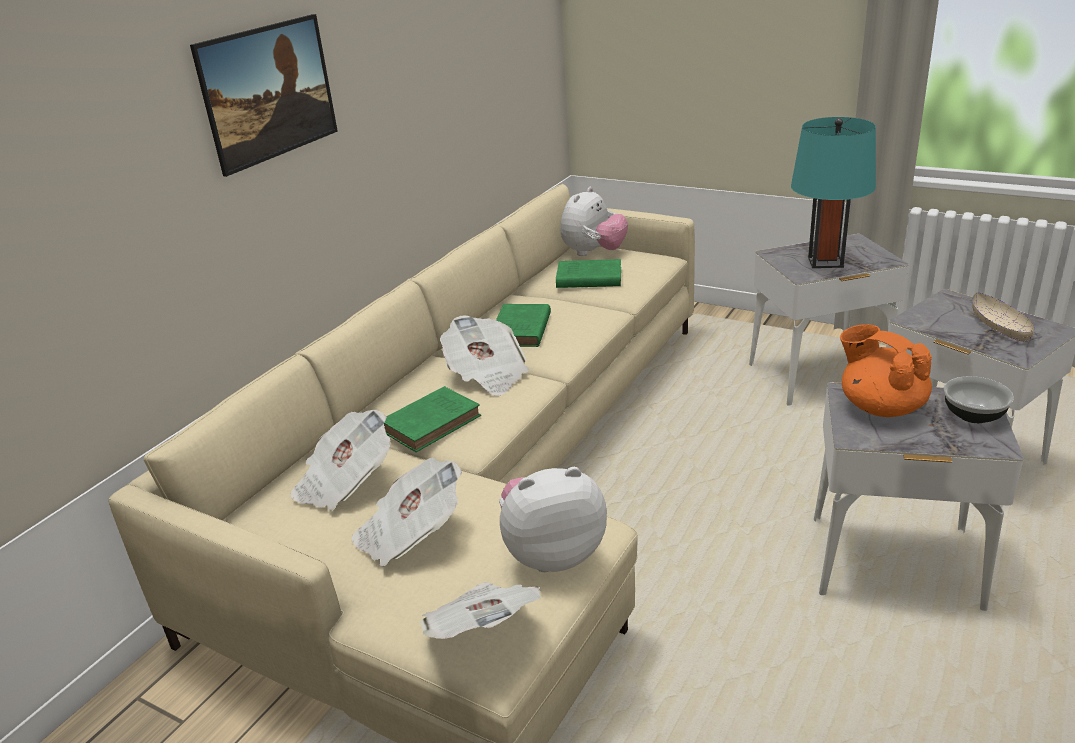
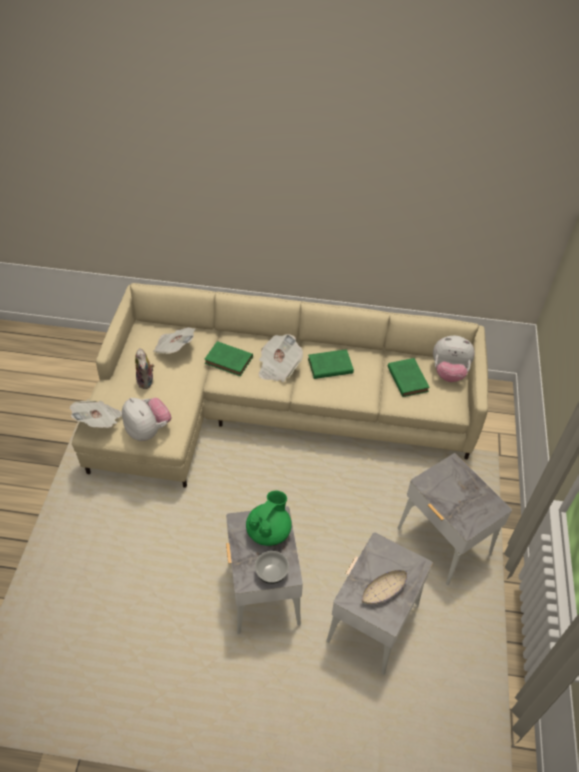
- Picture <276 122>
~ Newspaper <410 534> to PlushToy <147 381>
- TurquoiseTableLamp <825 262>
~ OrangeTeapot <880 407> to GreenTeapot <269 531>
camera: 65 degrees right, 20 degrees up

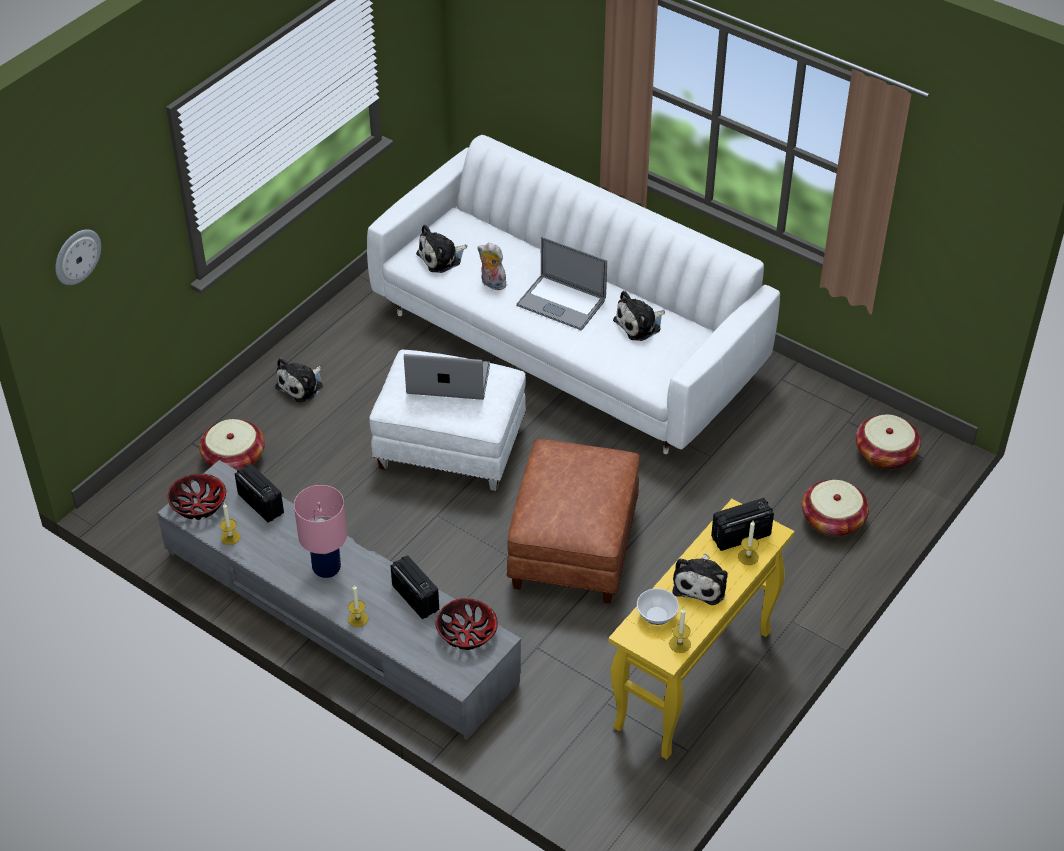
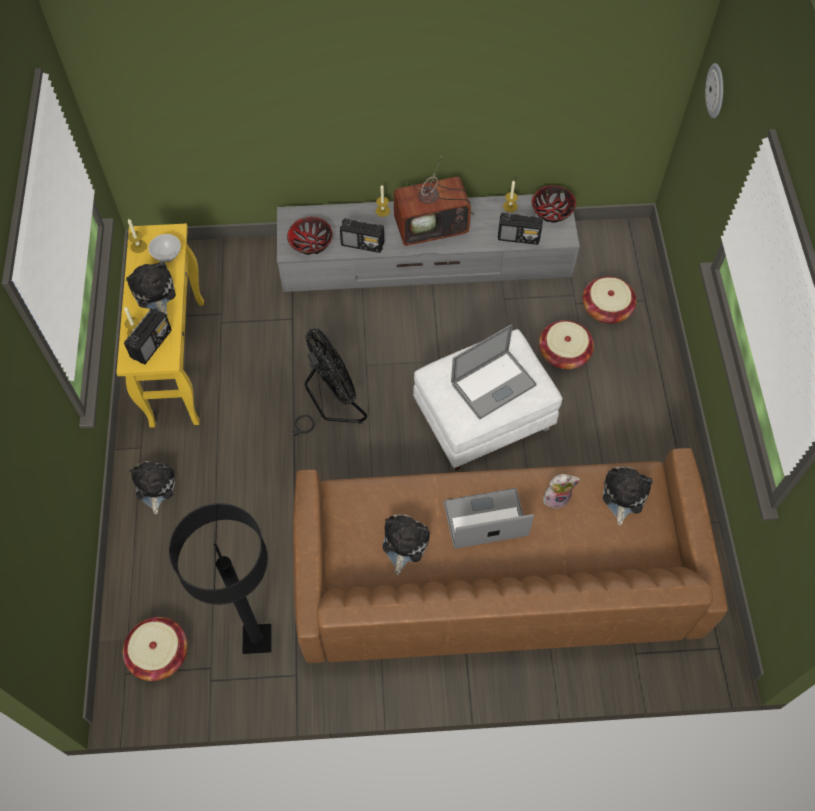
~ PlushToy <302 385> to <154 487>
~ PinkTableLamp <326 569> to Television <432 225>
~ WhiteSofa <567 344> to BrownSofa <494 578>
~ BrownOttoman <574 549> to BlackFan <327 399>
~ Basket <832 520> to <564 353>
+ BlackFloorLamp <257 639>
camera: 140 degrees right, 15 degrees up

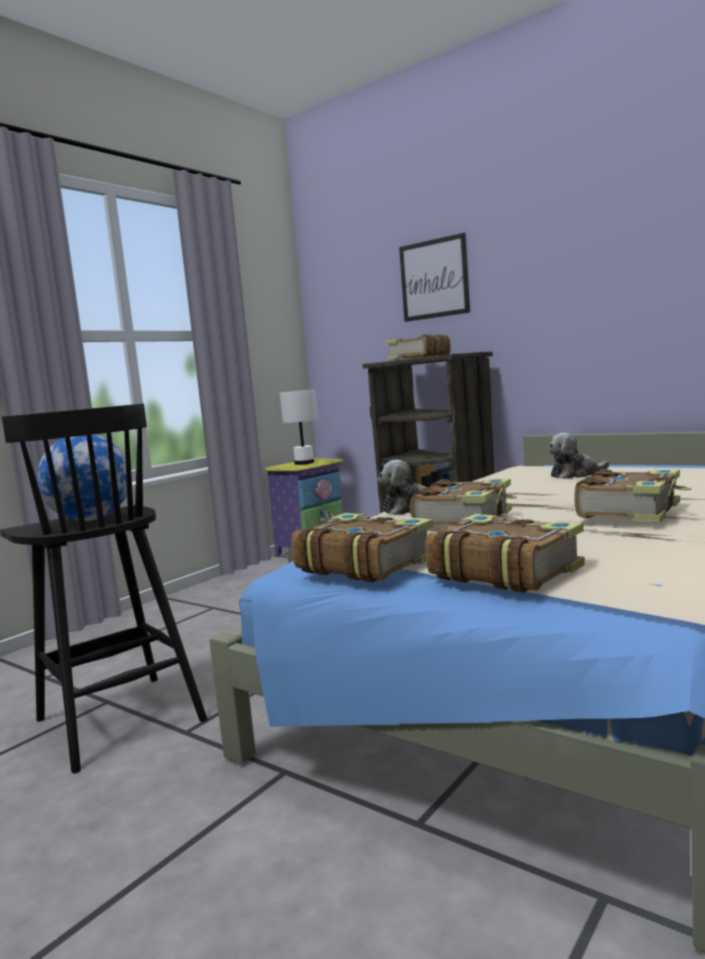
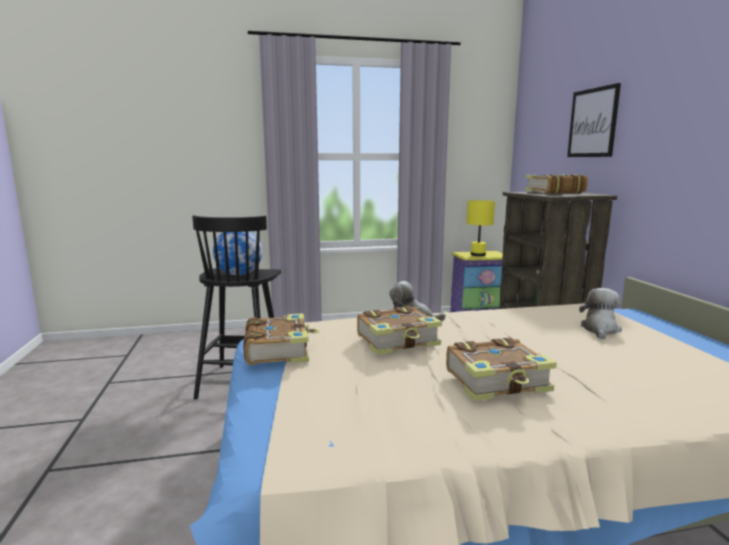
~ WhiteTableLamp <304 463> to YellowTableLamp <477 254>
- Book <504 571>
~ PlushToy <576 475> = <600 329> 90 degrees clockwise
camera: 40 degrees right, 5 degrees up

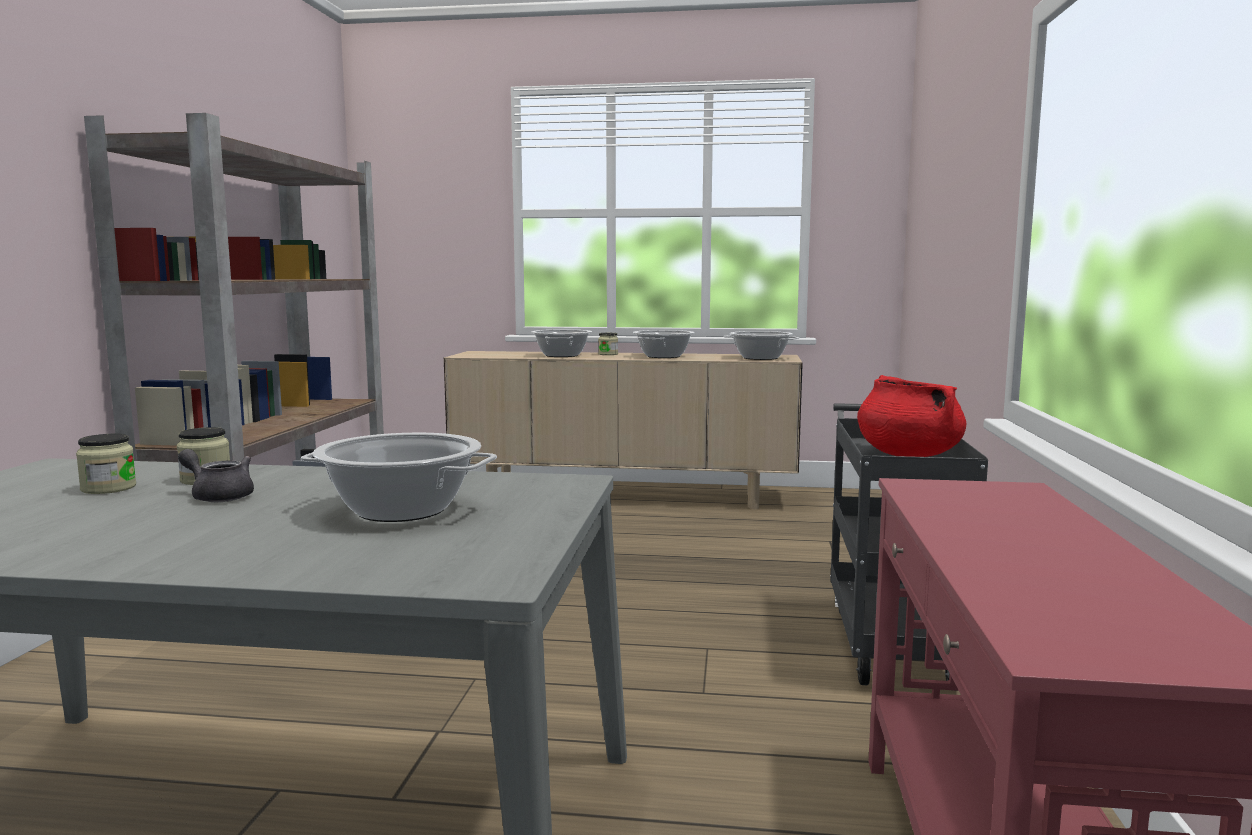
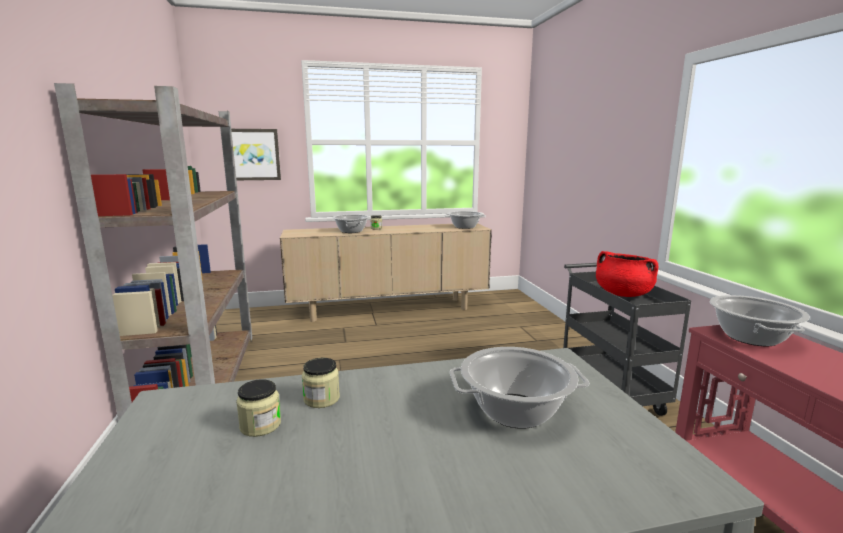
- GreyTeapot <218 496>
~ CookingPot <663 356> to <750 337>
+ Picture <253 154>
camera: 20 degrees left, 5 degrees up

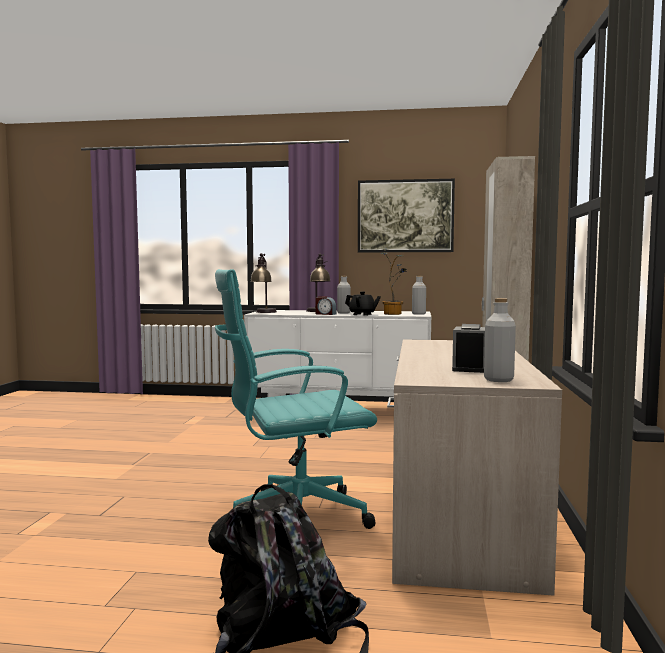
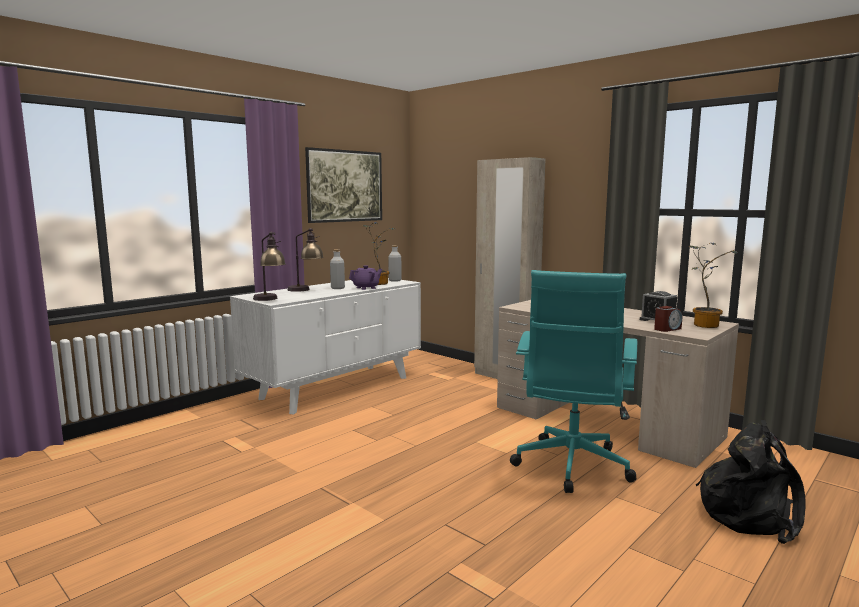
~ AlarmClock <325 314> to <667 329>
~ BlackTeapot <362 314> to PurpleTeapot <366 288>
~ GreyBottle <498 380> to PottedPlant <704 324>
camera: 55 degrees left, 5 degrees up

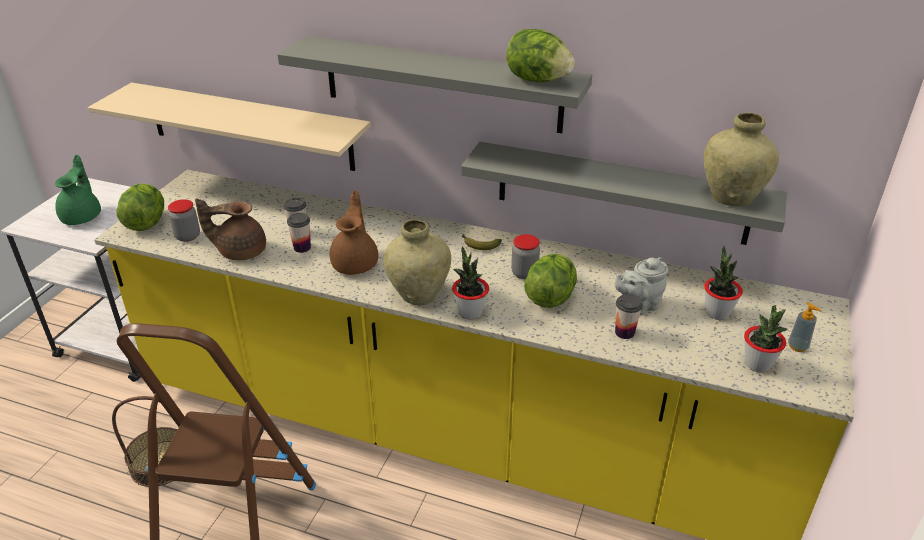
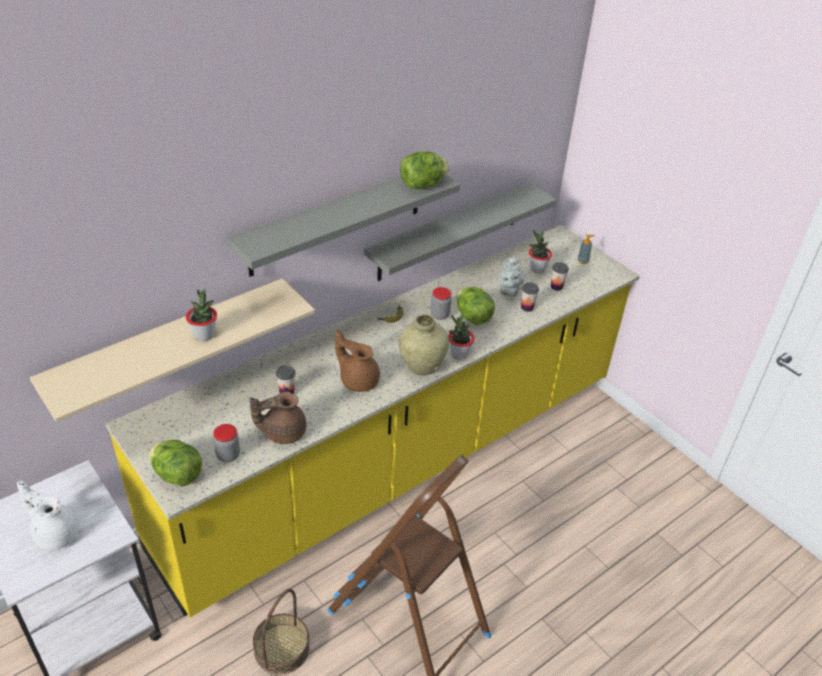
~ GreenTeapot <83 216> to WhiteTeapot <55 533>
~ BrownTeapot <240 251> = <282 432> 45 degrees clockwise
~ Cup <302 247> to <556 287>
- BeigeVase <731 198>
~ PottedPlant <757 364> to <204 335>
camera: 60 degrees left, 5 degrees up

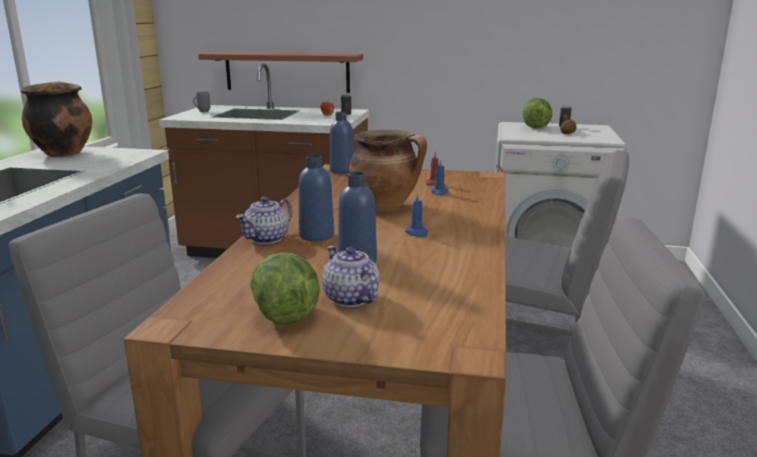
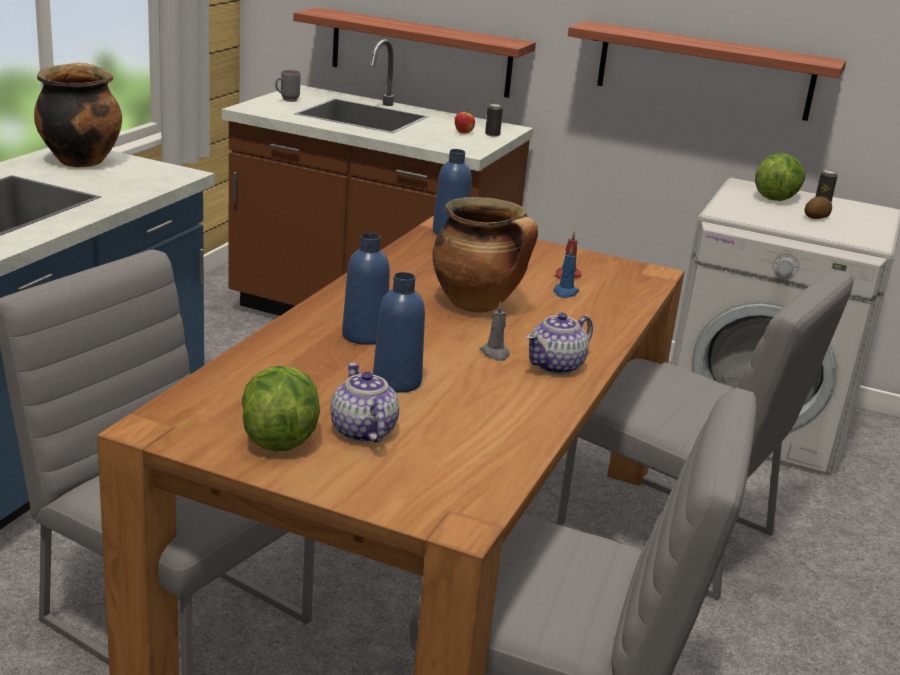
~ Teapot <267 238> to <556 366>
~ BlueCandle <417 233> to GreyCandle <495 353>
+ Shelf <704 71>
camera: 10 degrees right, 5 degrees up

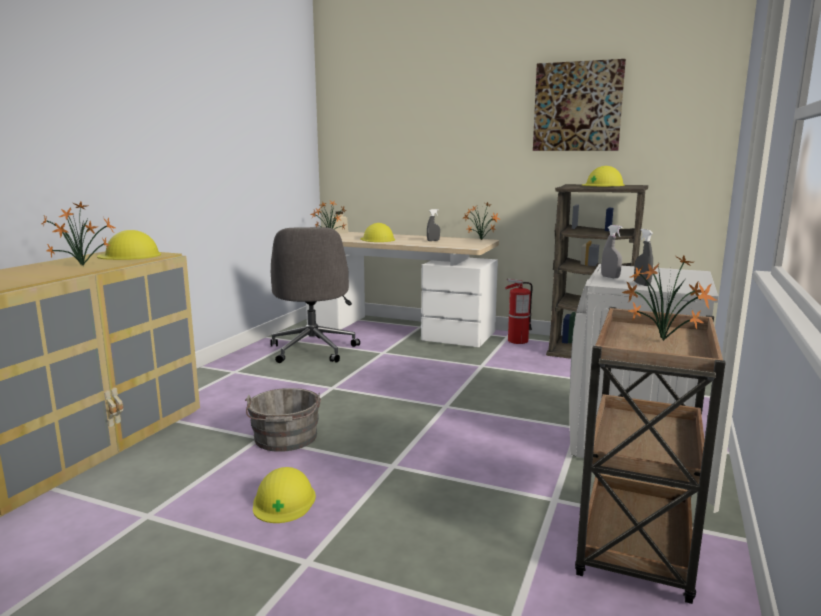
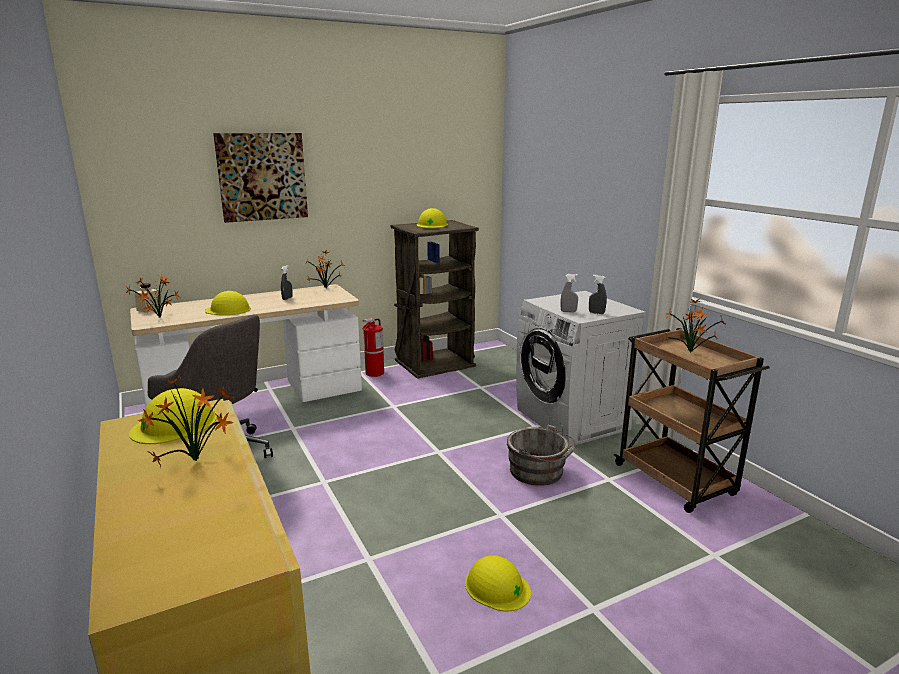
~ GreyBucket <285 439> to <539 472>
~ Picture <577 107> to <262 177>
camera: 50 degrees left, 5 degrees up

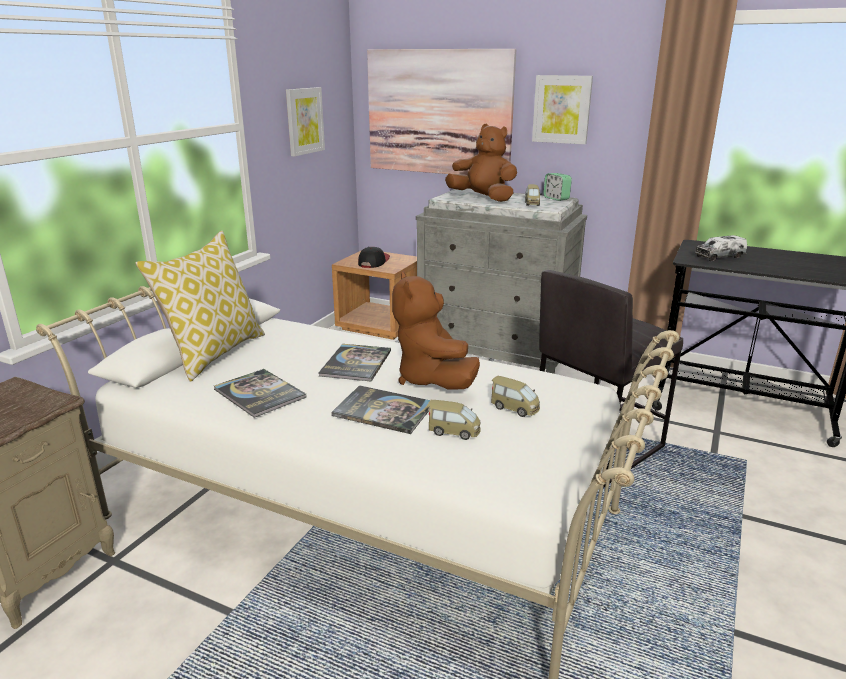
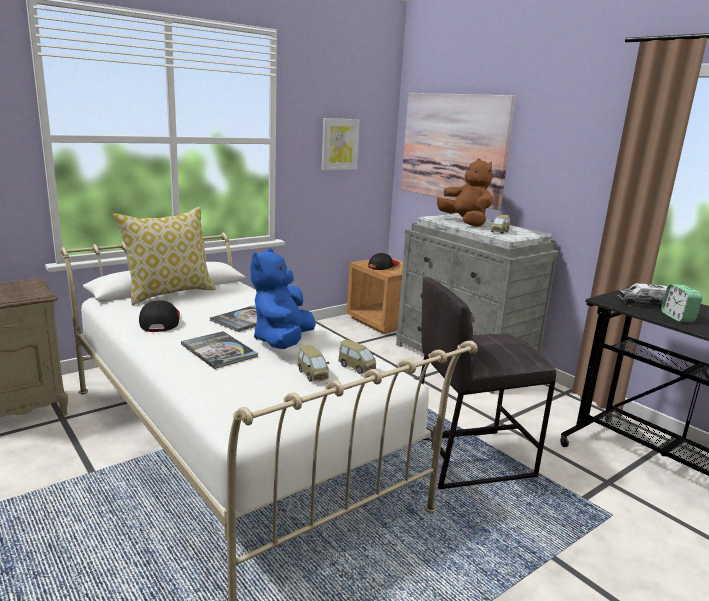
~ Book <259 394> to Cap <159 321>
~ BrownPlushToy <432 379> to BluePlushToy <282 341>
~ ToyCar <454 431> to <357 367>
- Picture <562 109>
~ AlarmClock <556 198> to <677 317>
camera: 25 degrees right, 5 degrees down

